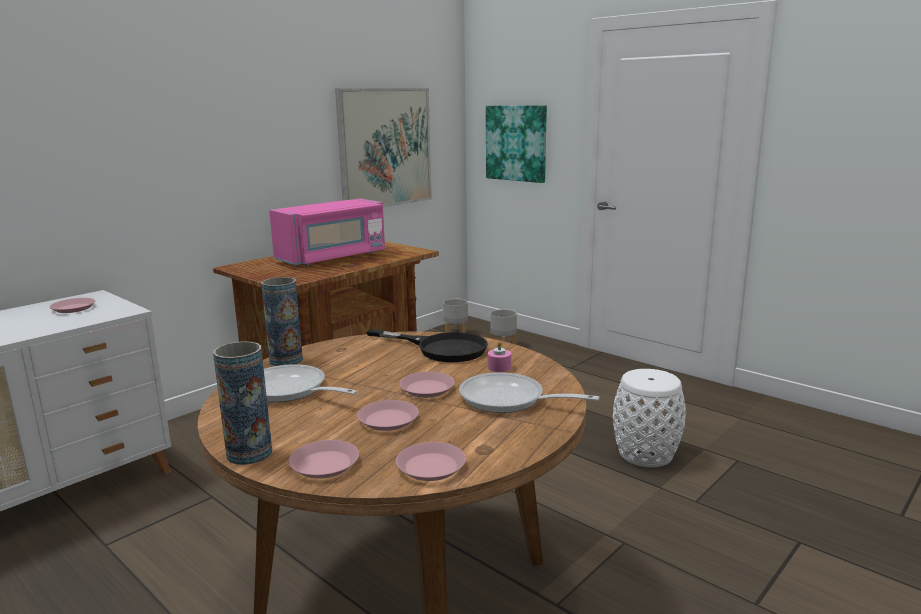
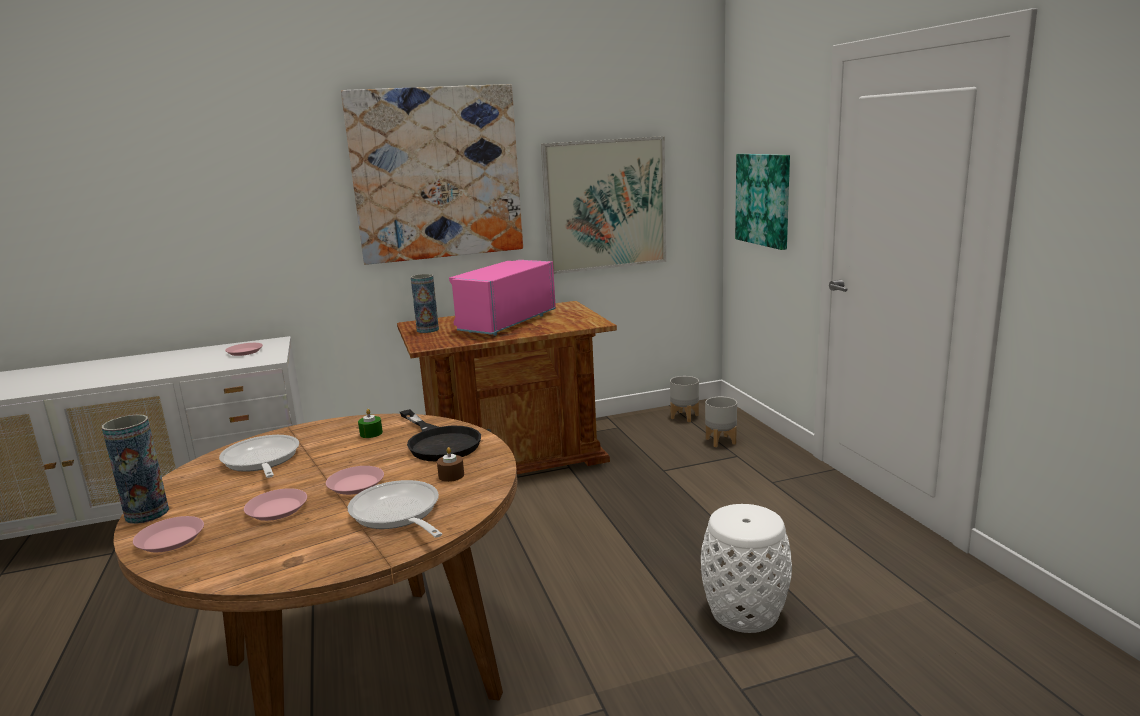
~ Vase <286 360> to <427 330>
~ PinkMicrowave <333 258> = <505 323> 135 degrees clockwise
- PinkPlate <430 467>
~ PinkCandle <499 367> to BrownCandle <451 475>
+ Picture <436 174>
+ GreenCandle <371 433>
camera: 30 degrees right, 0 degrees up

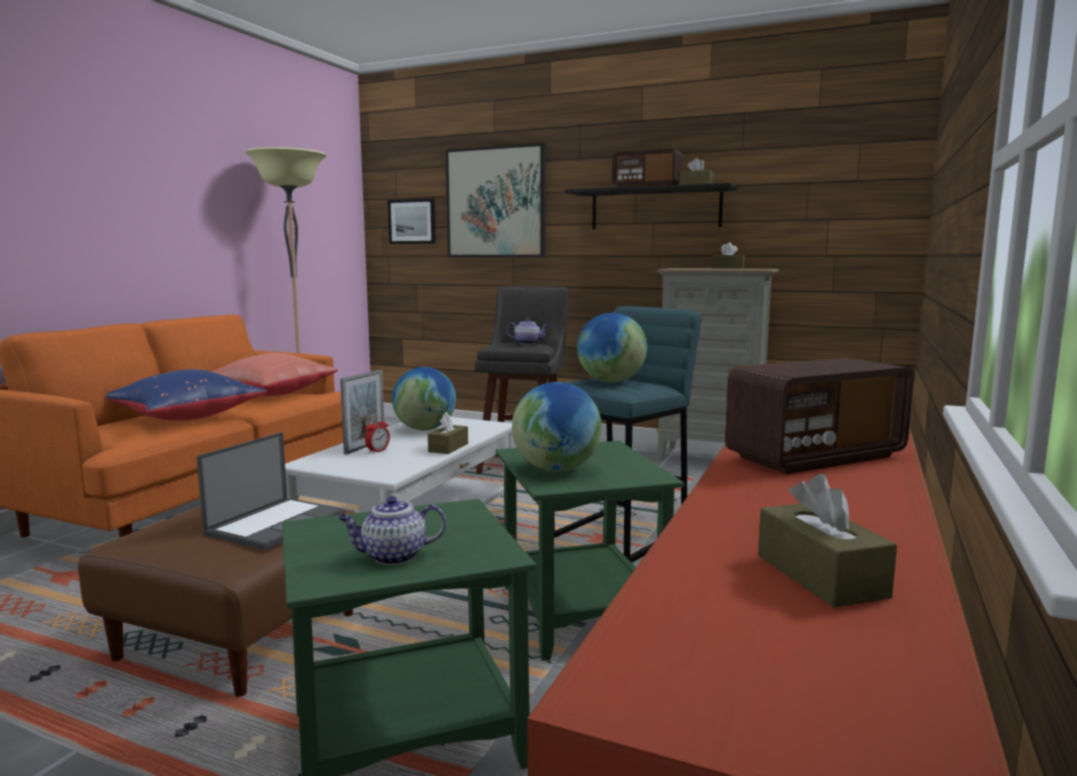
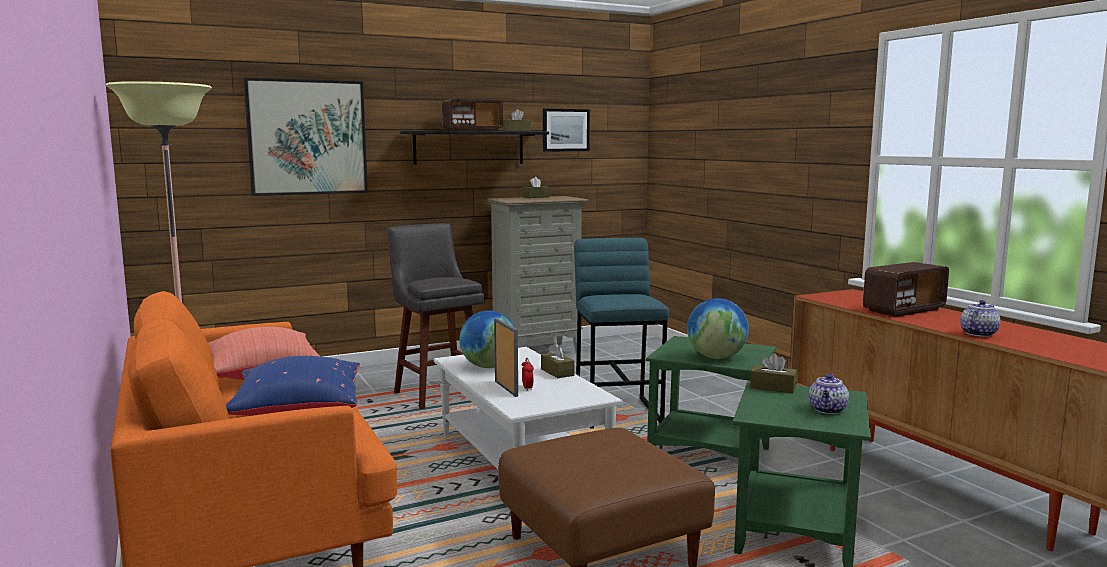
- Laptop <277 523>
~ Picture <412 221> to <565 130>
~ Teapot <528 343> to <978 333>
- Globe <611 381>
~ Radio <815 457> = <903 310> 45 degrees clockwise
~ BrownTissueBox <820 575> to <773 387>
camera: 50 degrees left, 0 degrees up

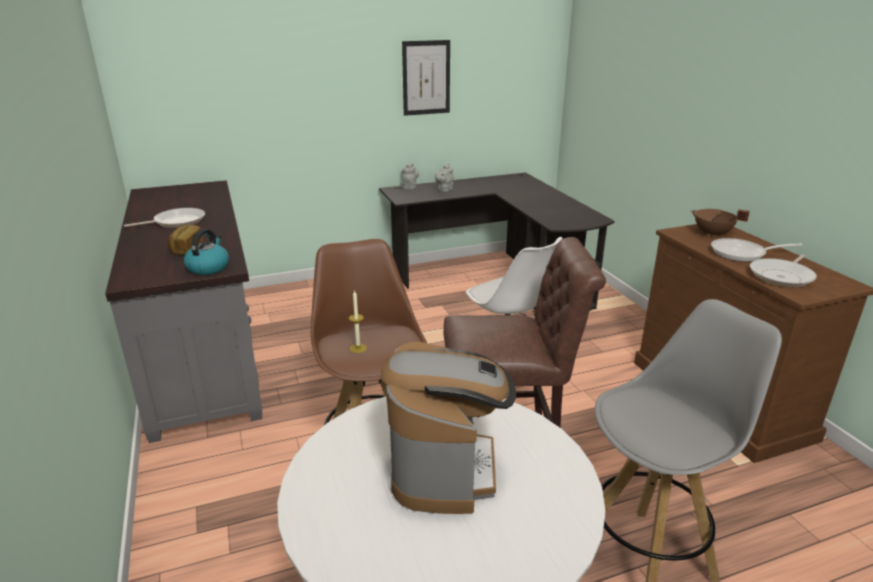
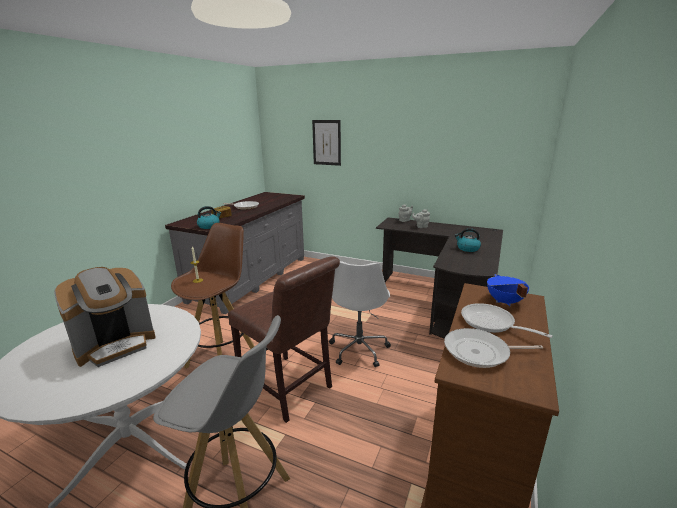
~ Picture <426 78> to <326 142>
~ BrownCookingPot <712 234> to BlueCookingPot <504 302>
+ Kettle <467 248>
camera: 45 degrees right, 5 degrees down

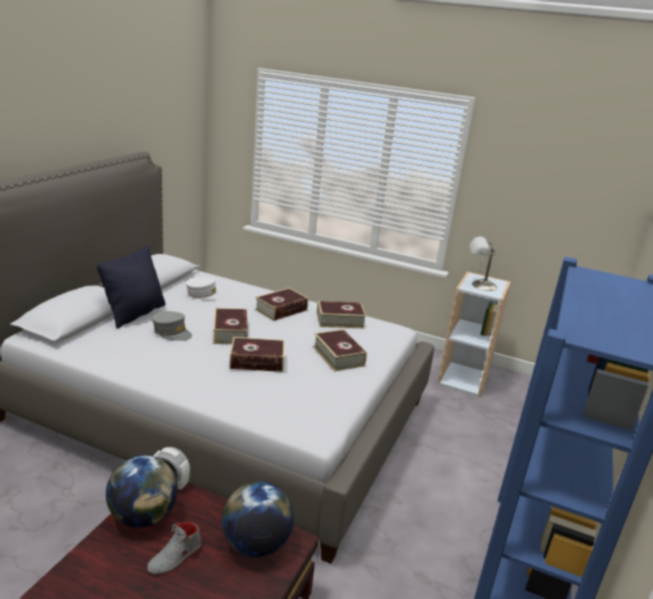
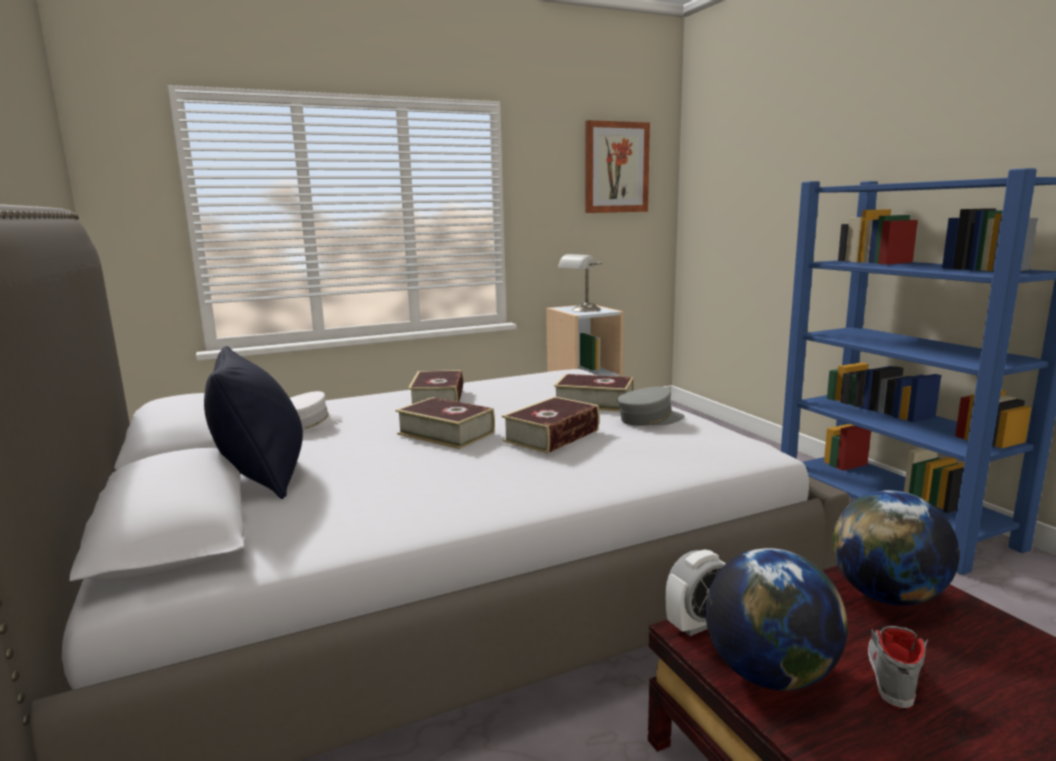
~ GreyShoe <175 557> = <890 672> 150 degrees counterclockwise
~ GreyCap <172 332> to <649 419>
- Book <340 320>
+ Picture <616 167>
camera: 45 degrees left, 10 degrees down

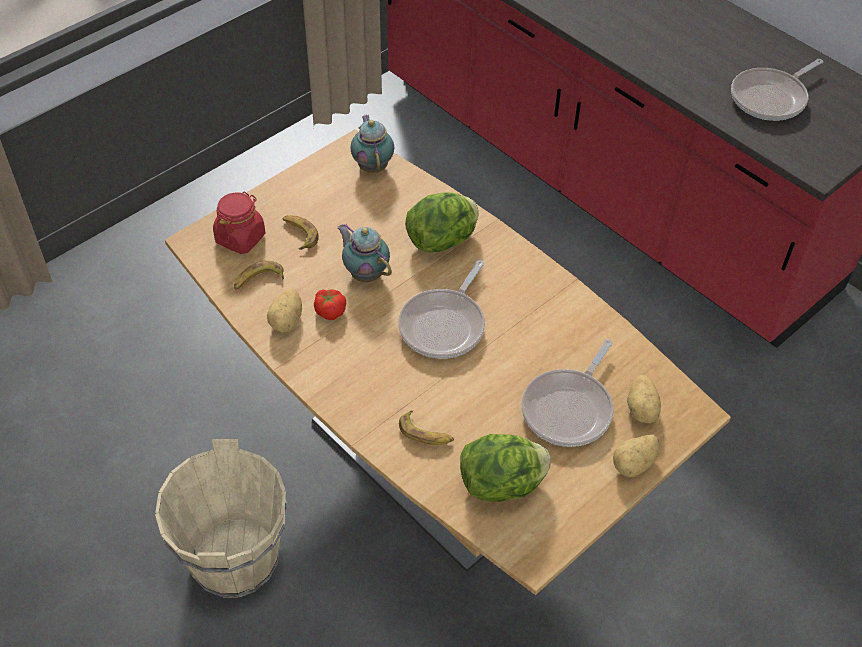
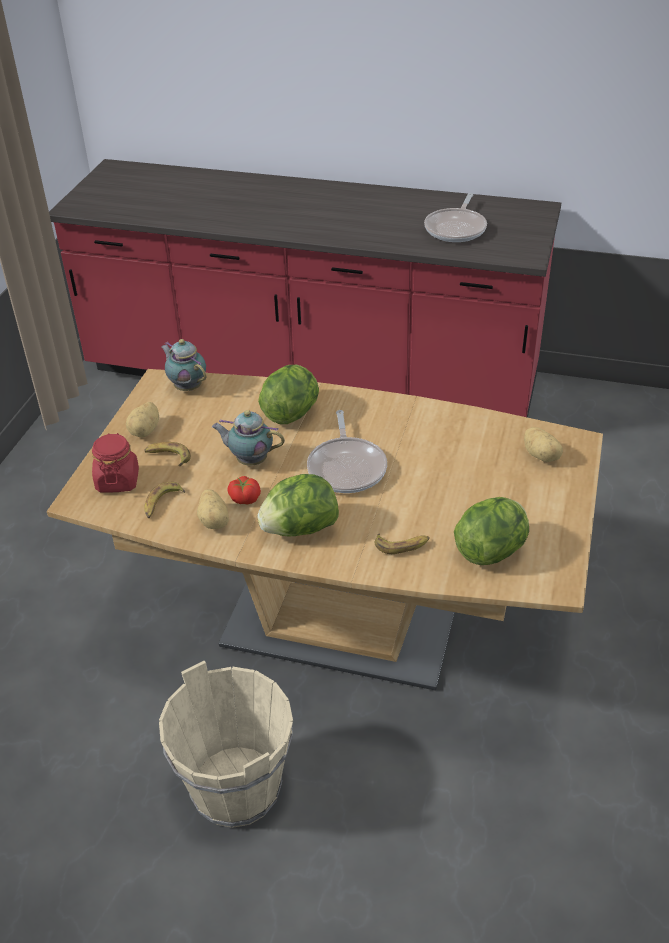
- FryingPan <569 408>
~ Potato <634 464> to <146 431>
+ Lettuce <300 529>
camera: 30 degrees left, 10 degrees down

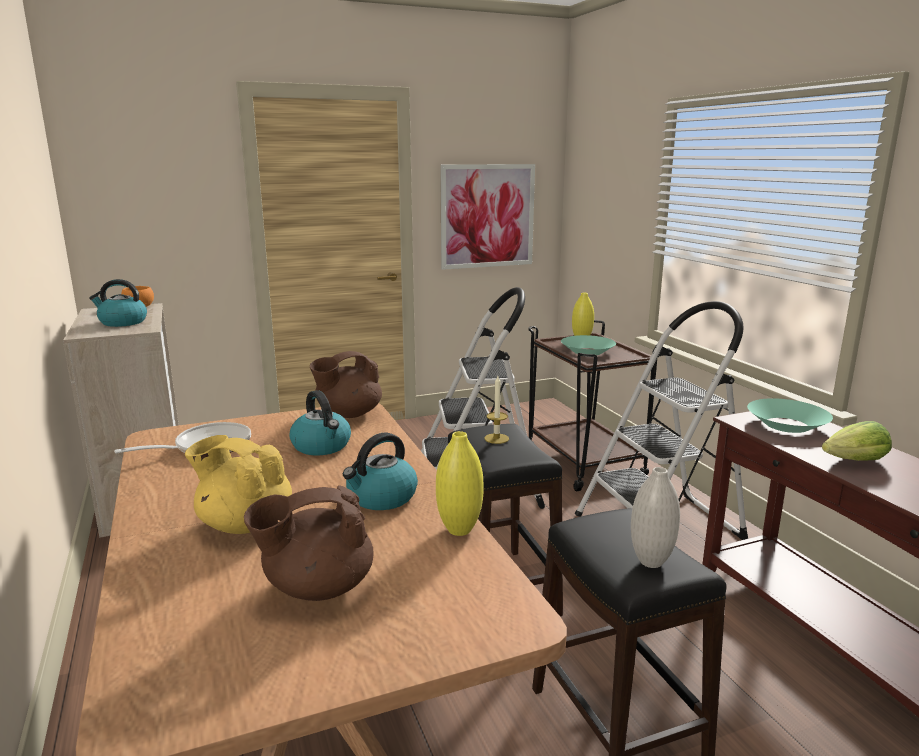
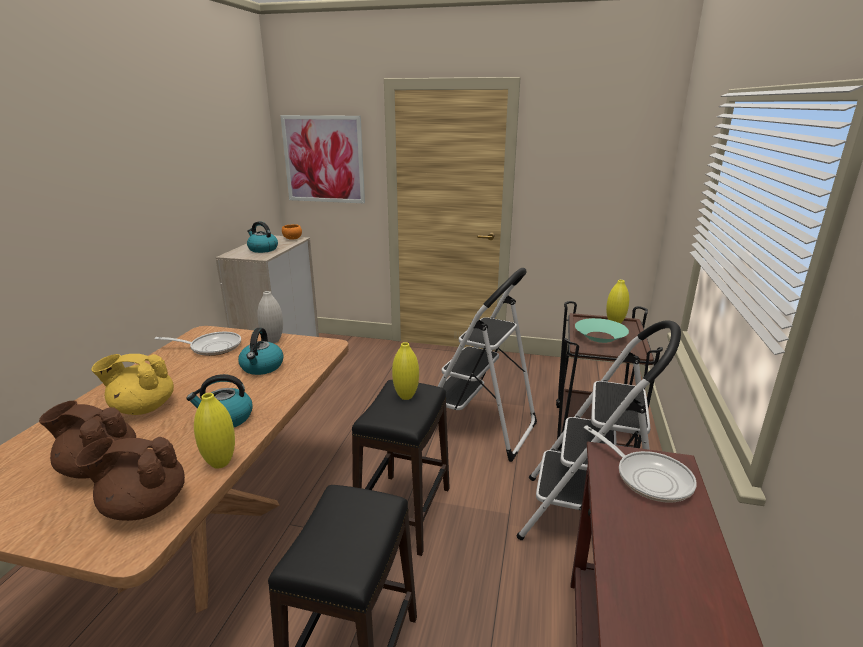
~ YellowTeapot <244 523> = <142 408> 60 degrees counterclockwise
~ BrownTeapot <348 414> to <144 506>
~ Picture <487 216> to <323 159>
~ Candle <496 438> to YellowVase <406 396>
~ WhiteVase <651 562> to <273 341>
~ TurquoiseBowl <786 424> to FryingPan <648 477>
- Lettuce <855 461>
camera: 35 degrees right, 5 degrees up

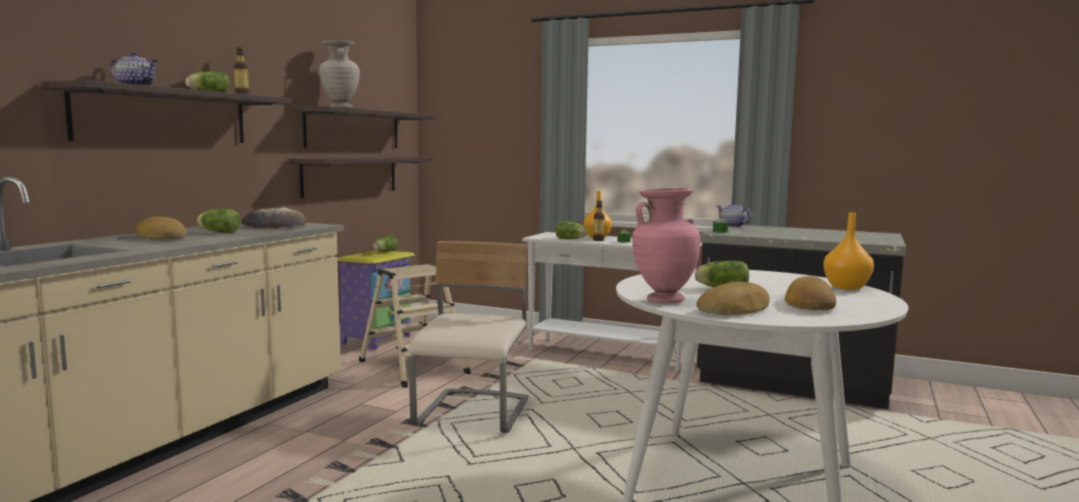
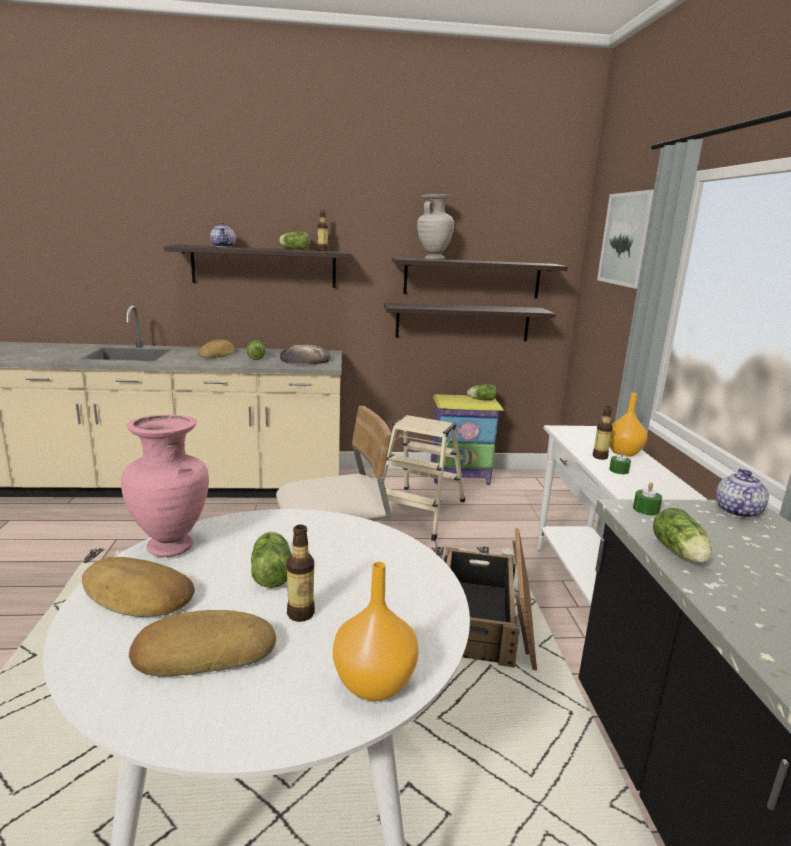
~ Lettuce <571 239> to <680 553>
+ Bottle <301 614>
+ Crate <486 621>
+ Picture <628 239>
camera: 60 degrees right, 10 degrees up

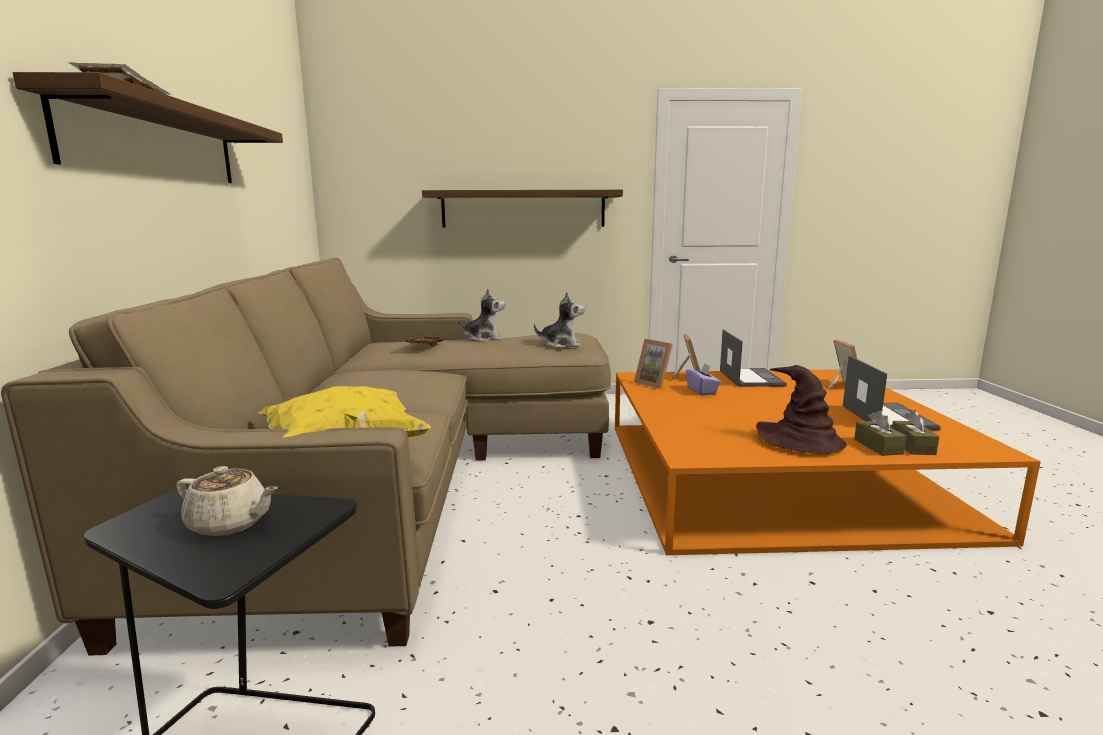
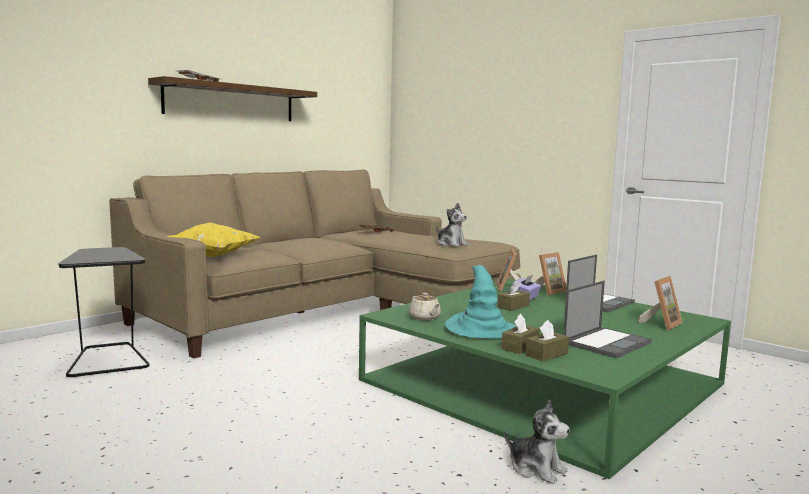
~ BeigeTeapot <230 524> to <424 318>
- Shelf <523 209>
~ PlushToy <484 339> to <536 469>
~ OrangeCoffeeTable <773 474> to GreenCoffeeTable <543 381>
~ BrownHat <800 440> to TurquoiseHat <481 329>
+ BrownTissueBox <513 306>
camera: 45 degrees right, 5 degrees down

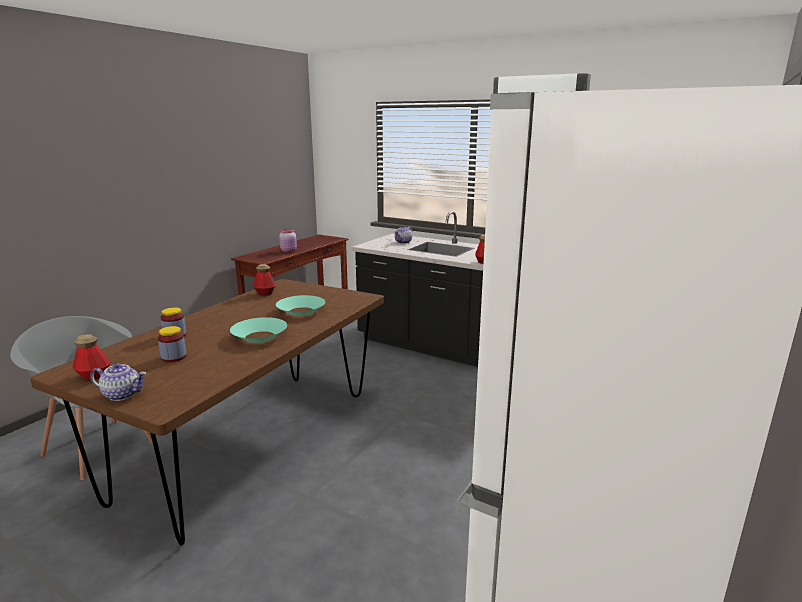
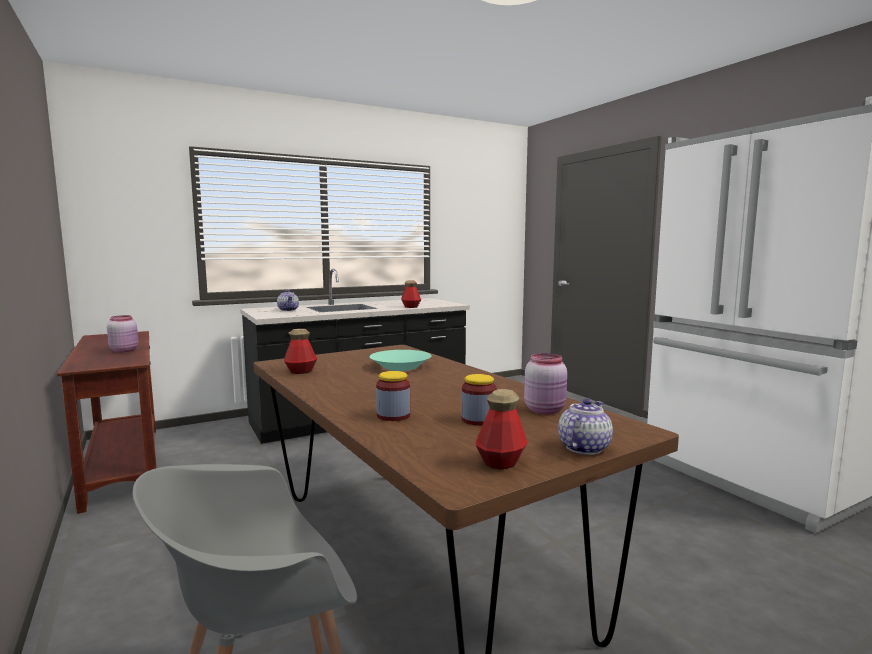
- TurquoiseBowl <260 336>
+ PinkJar <545 410>
camera: 60 degrees left, 10 degrees down

